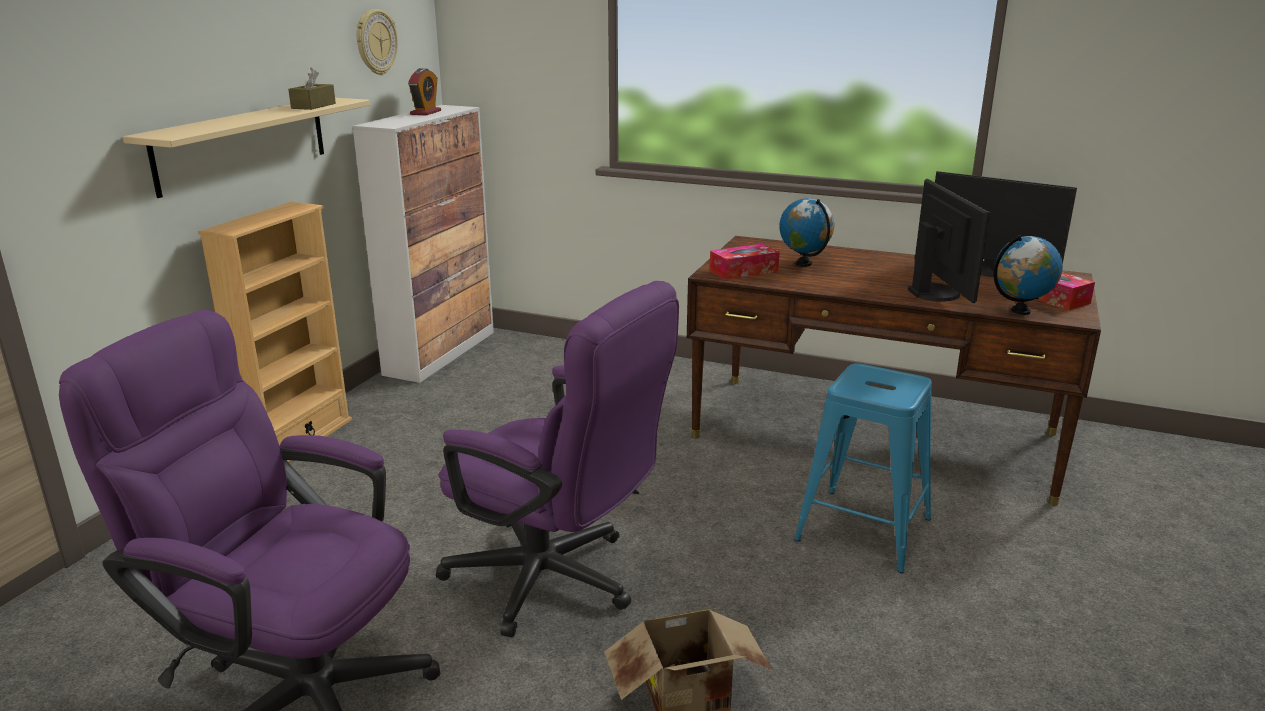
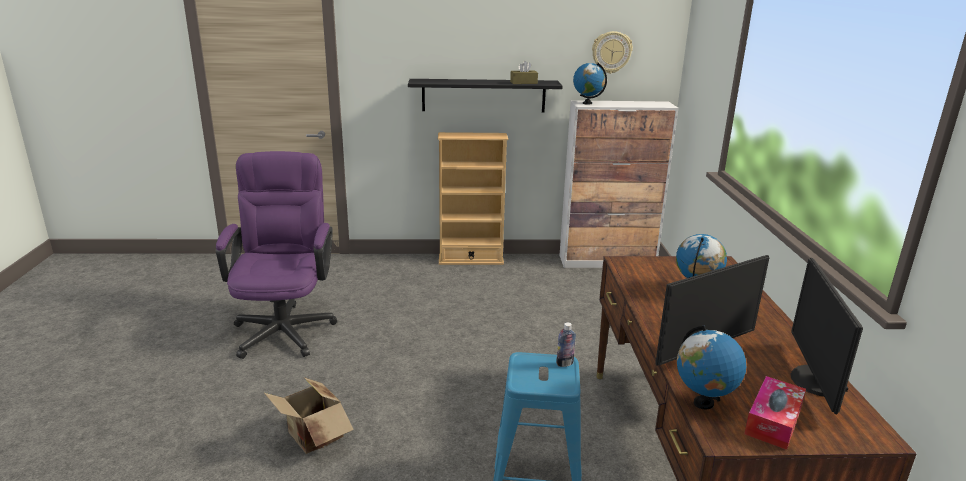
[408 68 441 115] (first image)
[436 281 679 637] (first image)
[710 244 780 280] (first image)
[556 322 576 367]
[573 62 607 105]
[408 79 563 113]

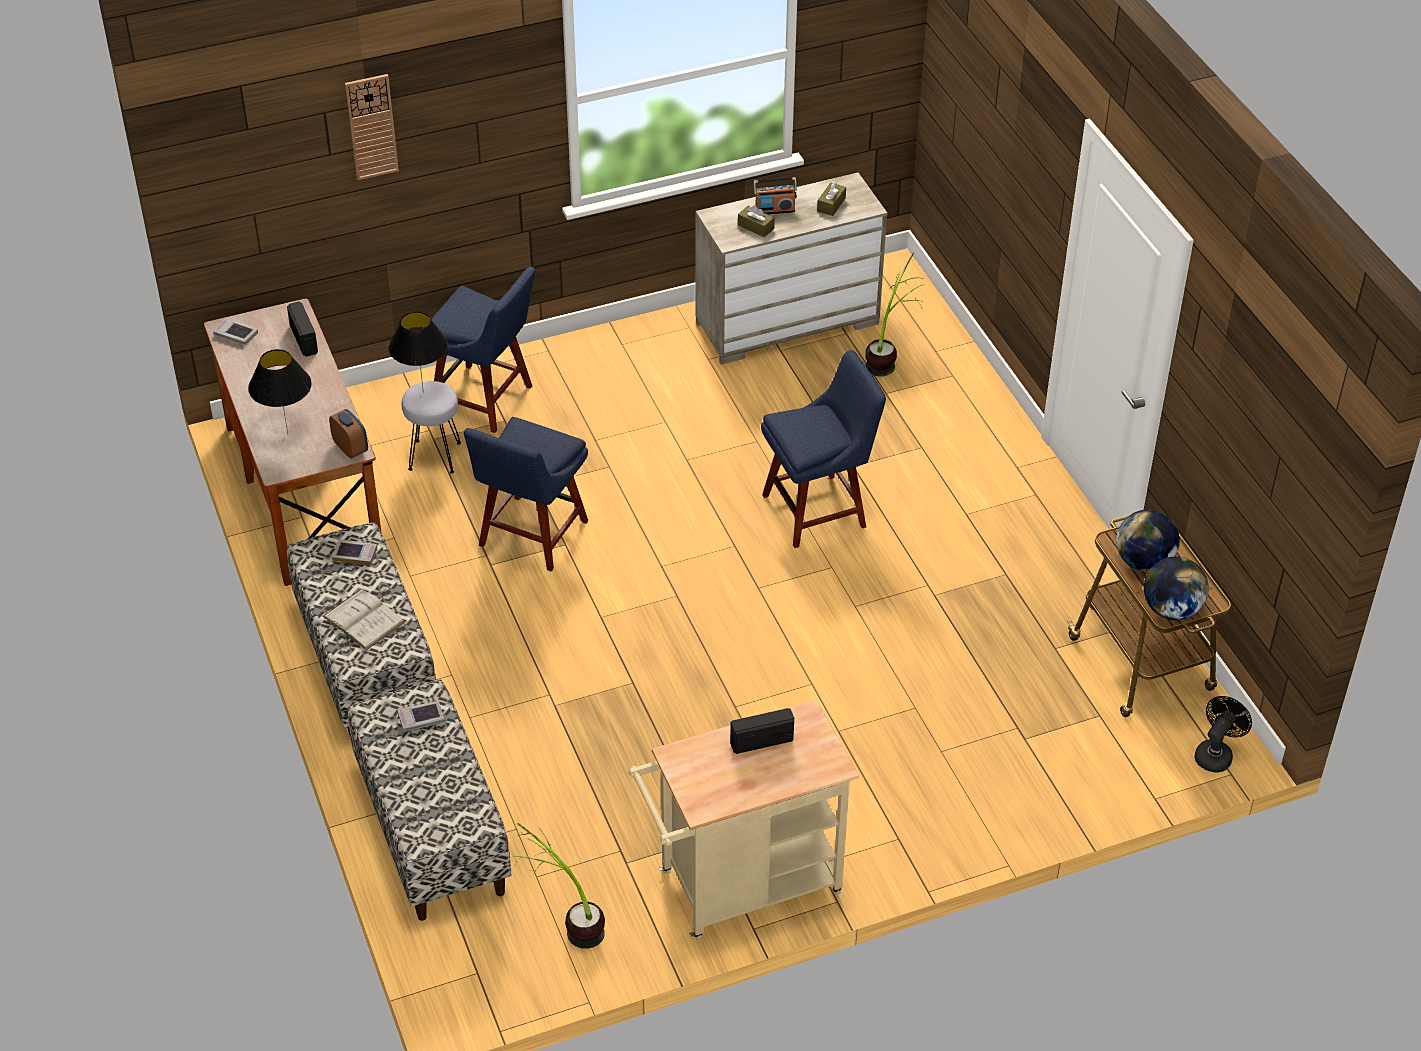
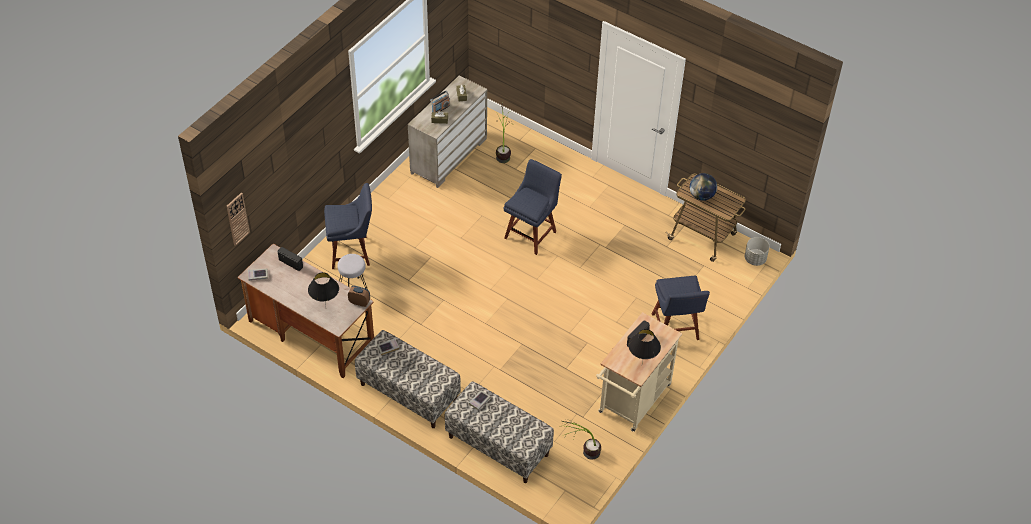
[322 589 405 650] (first image)
[1144 557 1209 620] (first image)
[227 192 250 246]
[628 329 661 363]
[652 276 710 340]
[745 237 769 266]

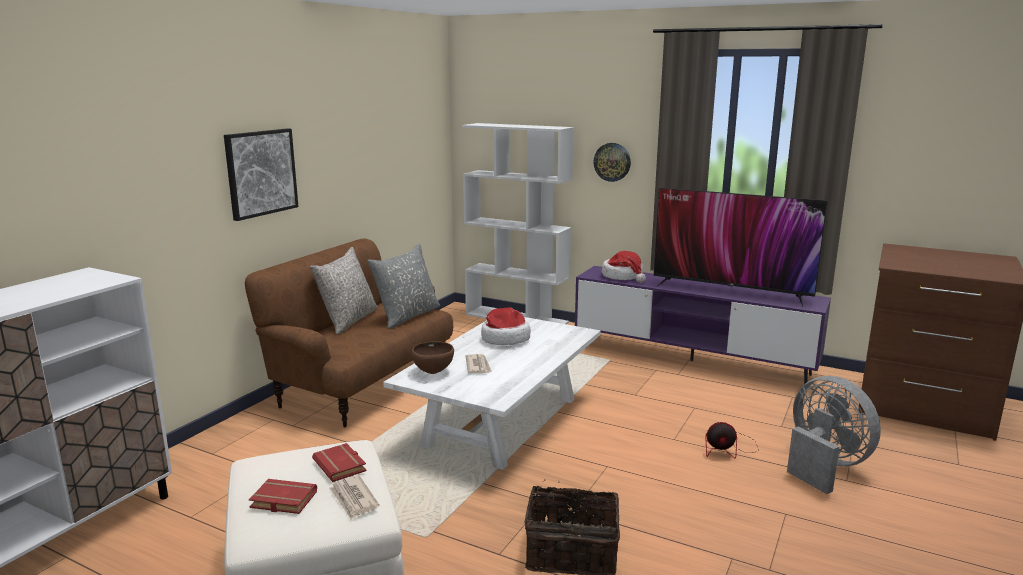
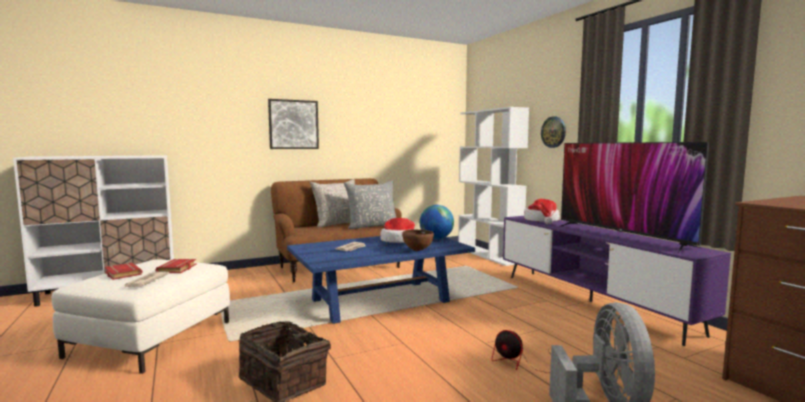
[419 205 454 239]
[402 230 434 251]
[287 236 475 324]

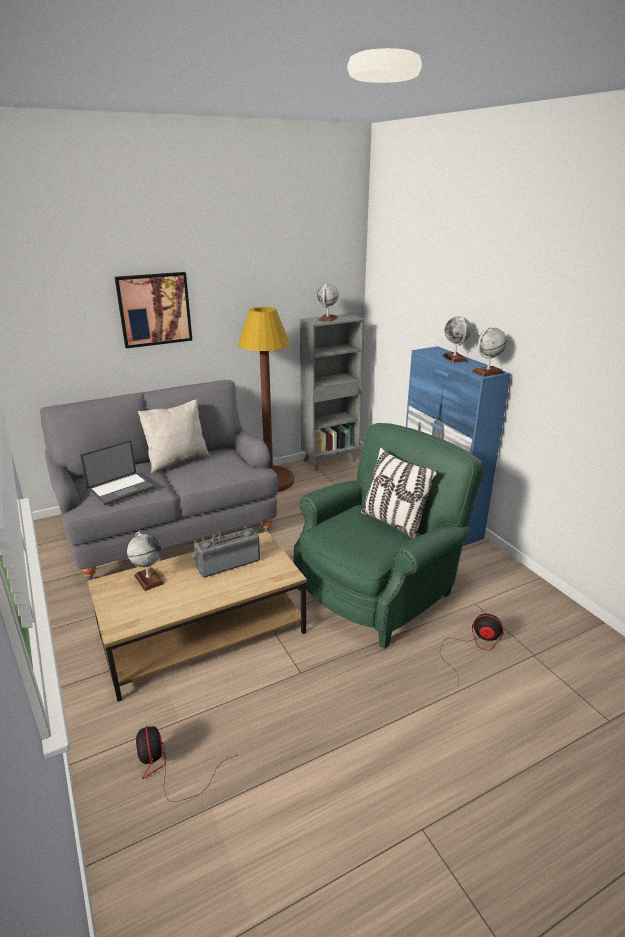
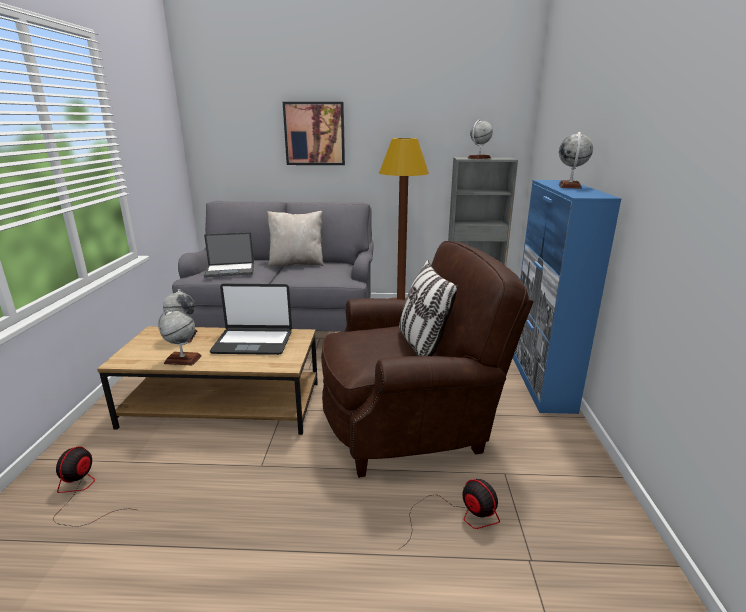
[158 310 202 365]
[210 284 292 355]
[321 241 534 478]

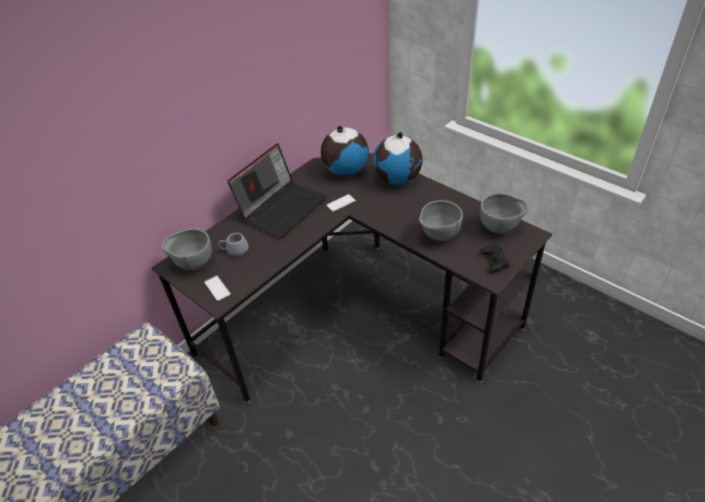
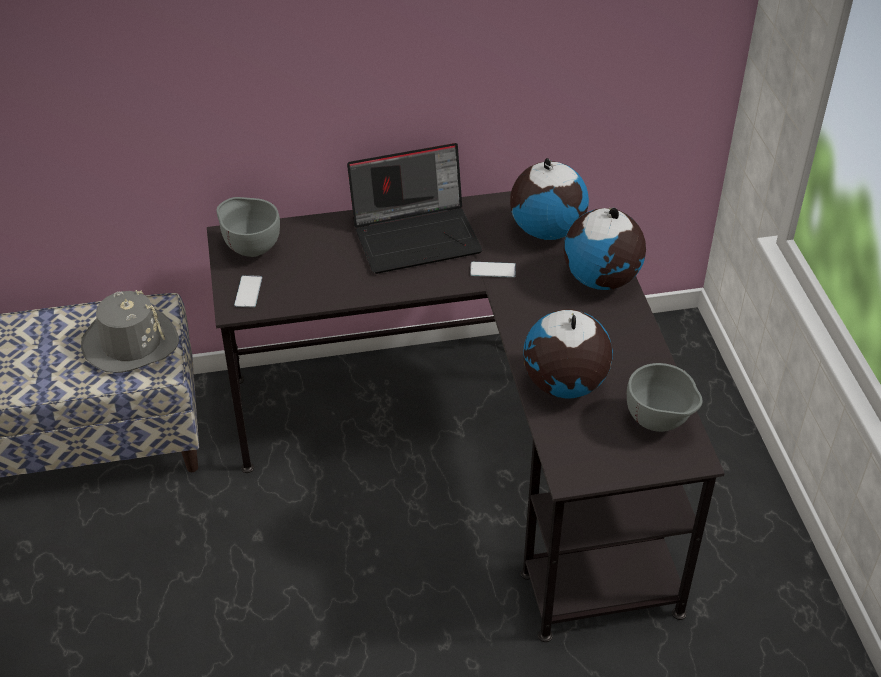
[218 233 249 256] (first image)
[480 245 510 273] (first image)
[81 290 179 373]
[523 309 613 398]

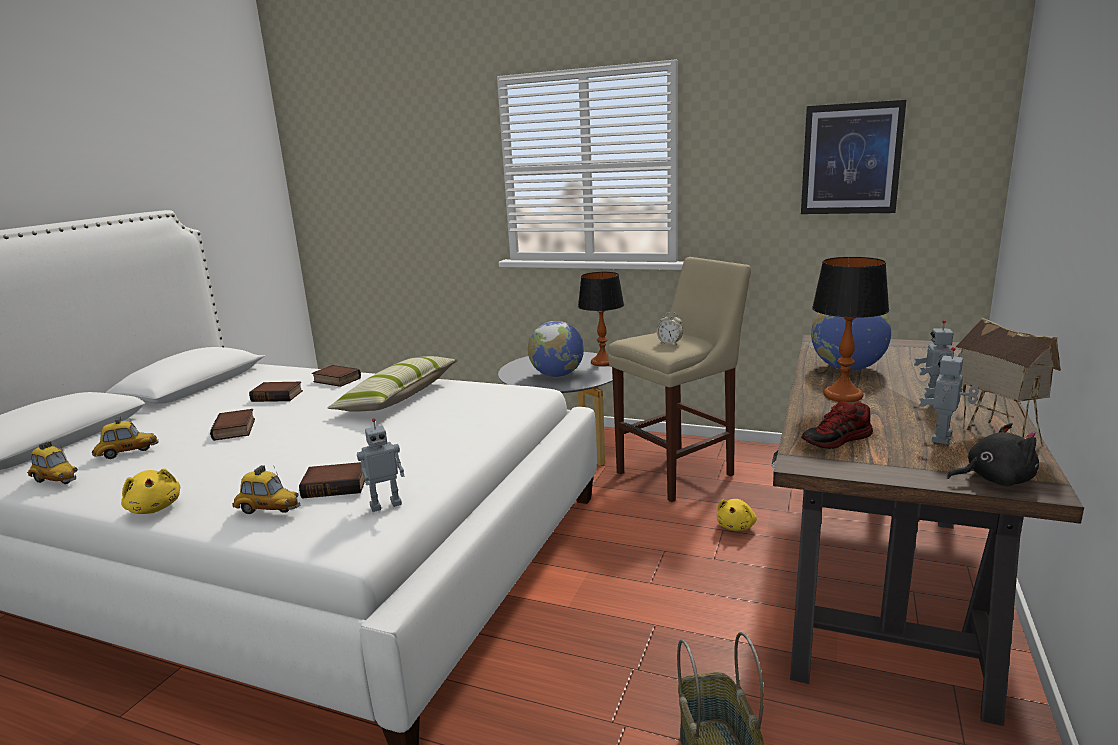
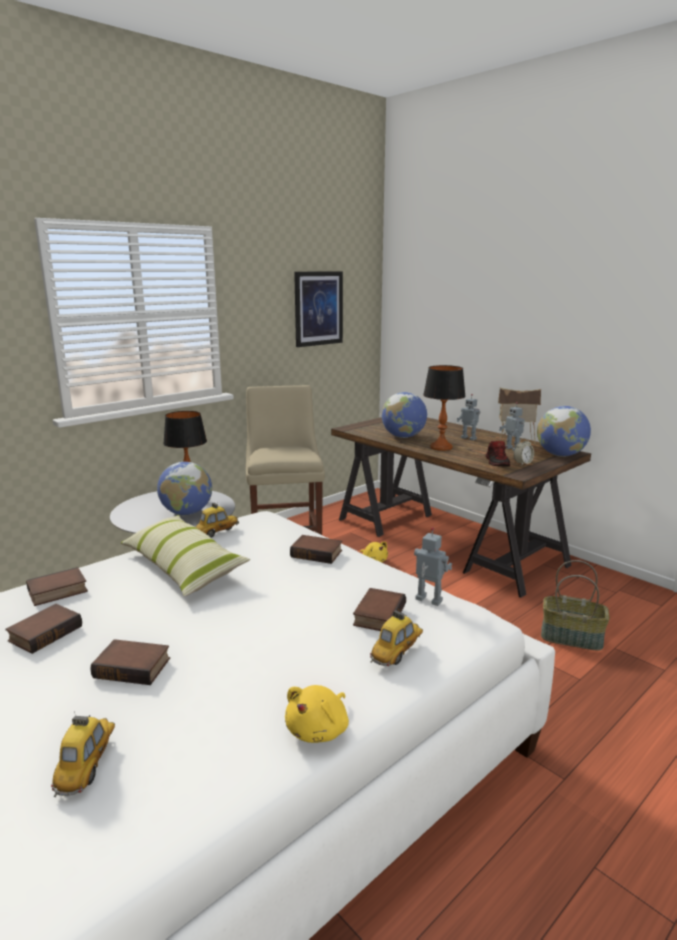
[290 535 342 564]
[196 502 239 538]
[514 438 534 466]
[537 406 591 457]
[285 685 349 743]
[414 527 452 606]

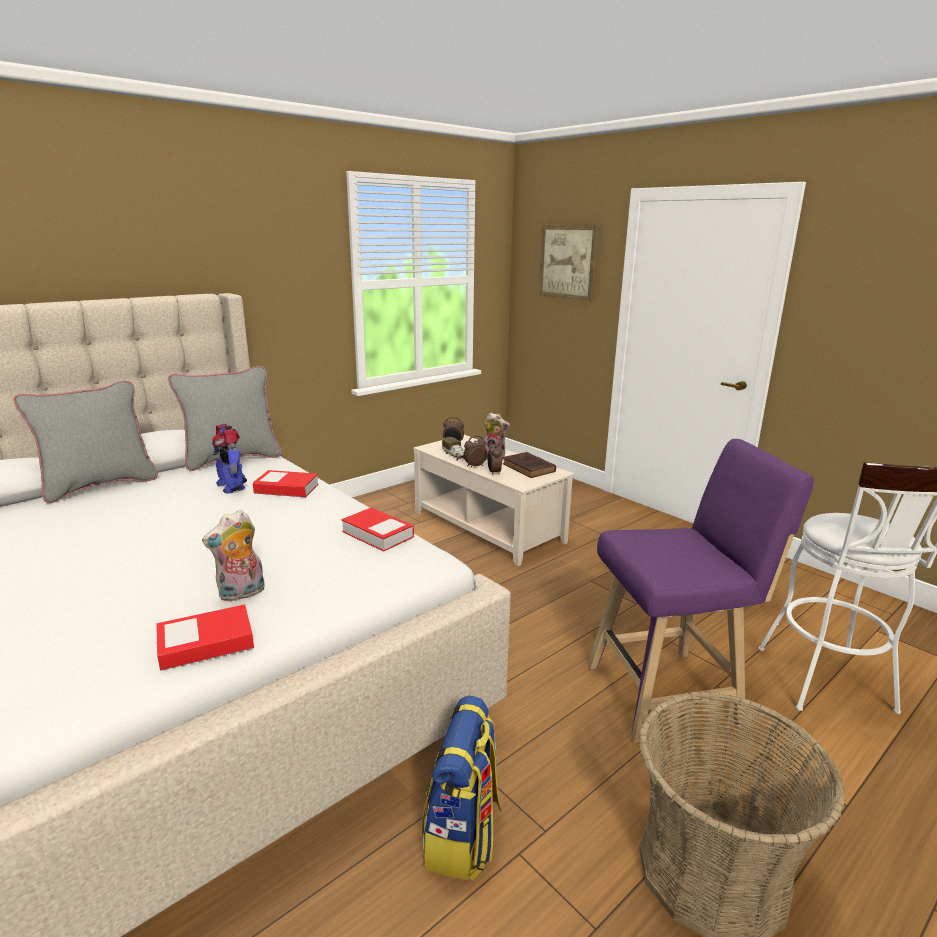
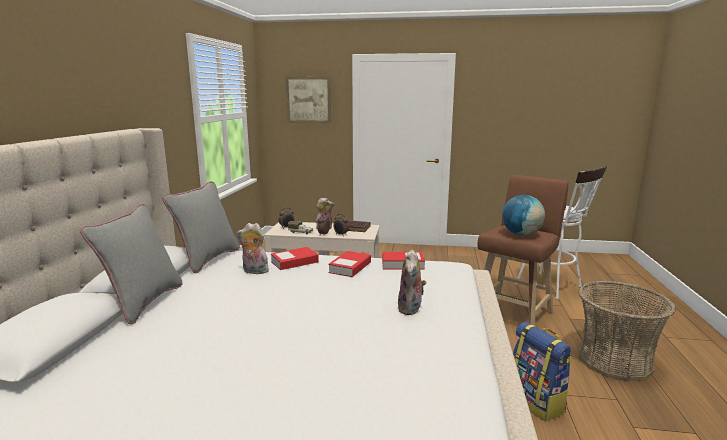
[502 195 545 235]
[328 251 371 277]
[237 223 269 274]
[478 175 568 325]

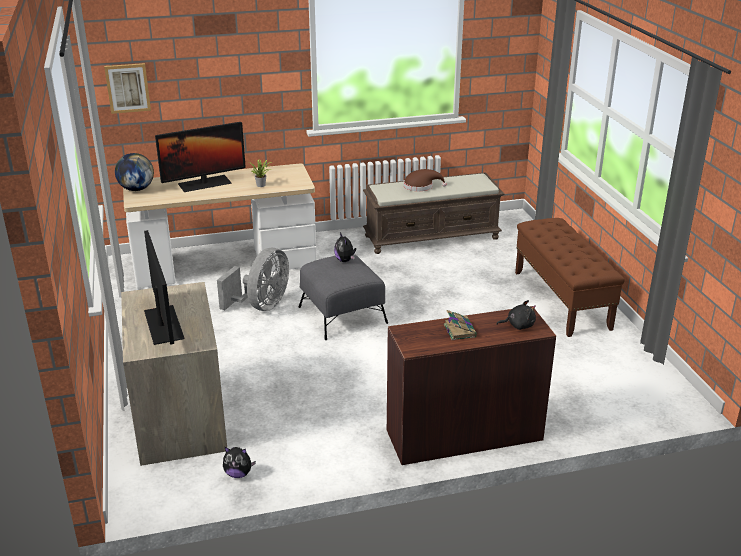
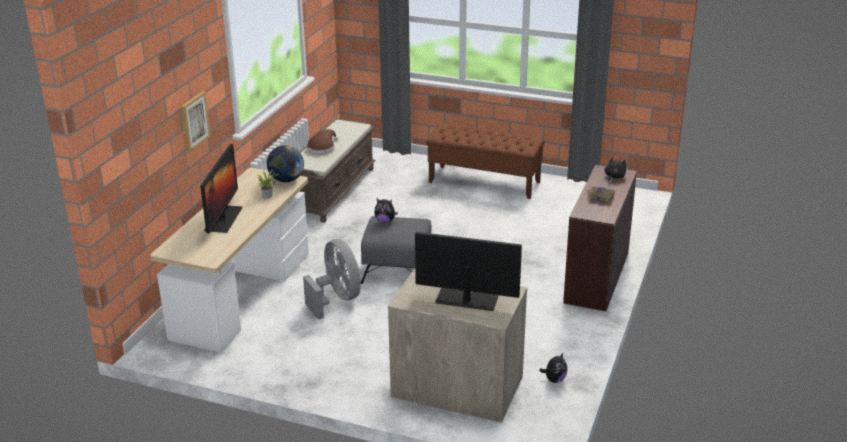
[181 91 211 152]
[267 145 304 182]

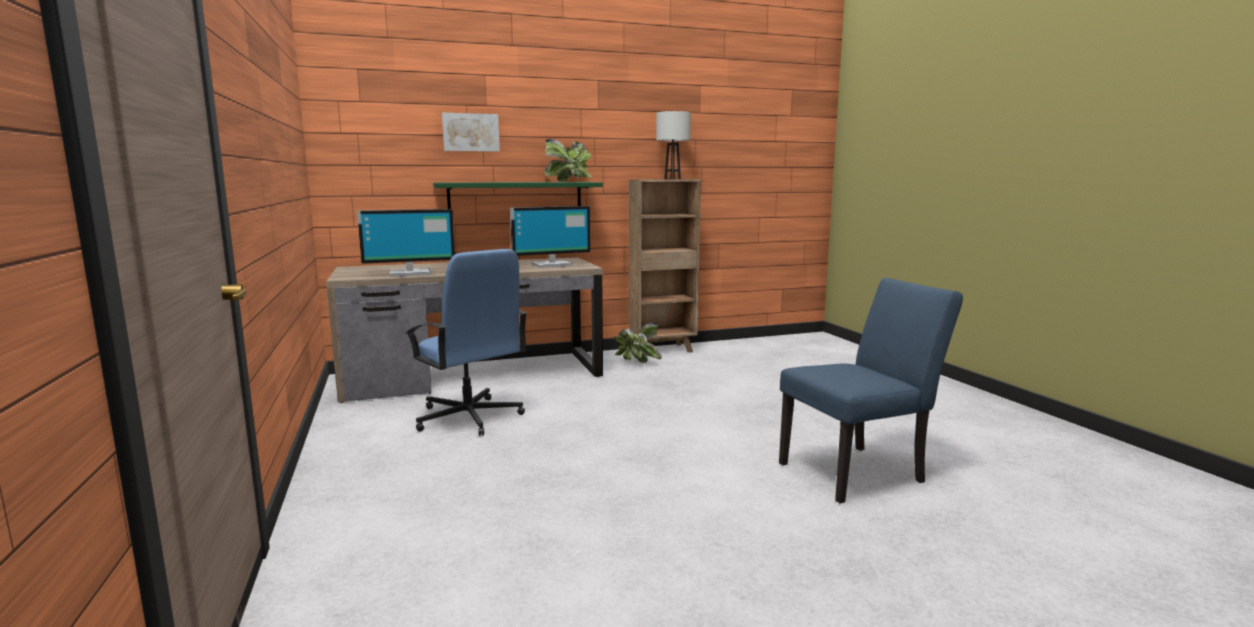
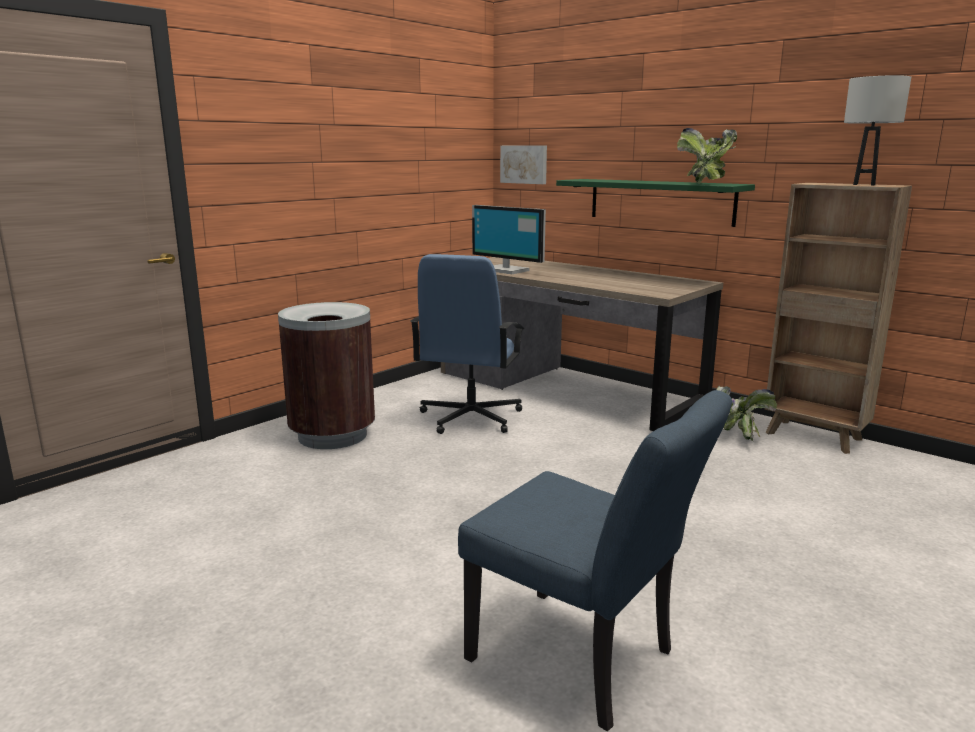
[510 206 591 268] (first image)
[278 302 375 449]
[500 145 547 184]

